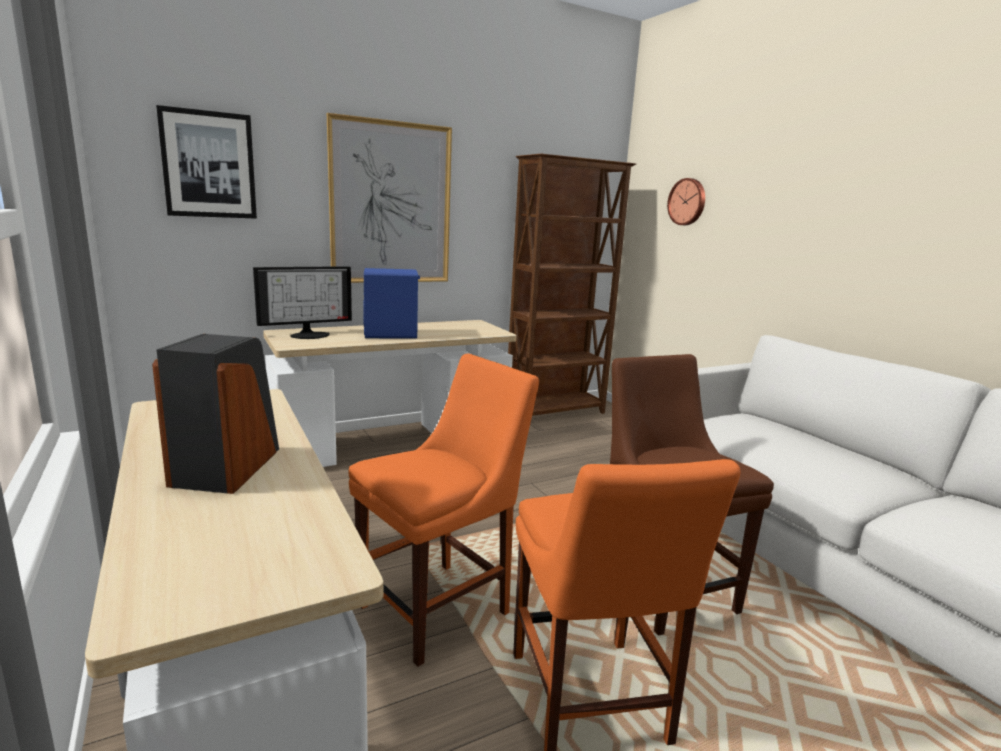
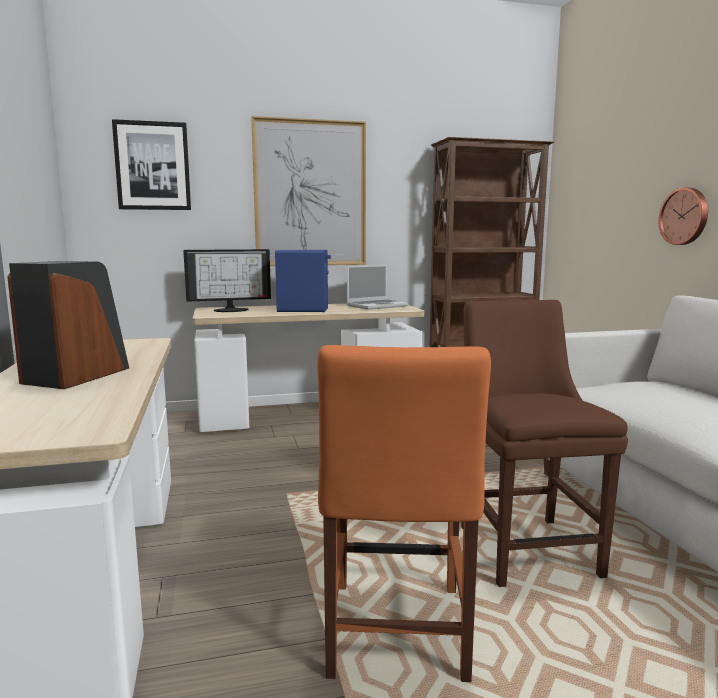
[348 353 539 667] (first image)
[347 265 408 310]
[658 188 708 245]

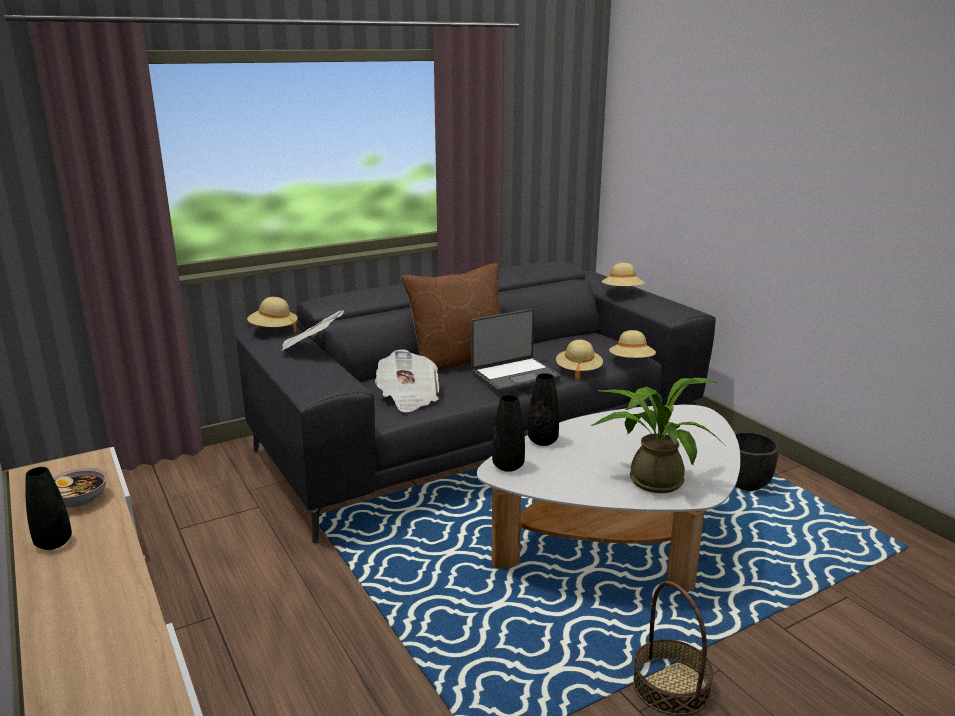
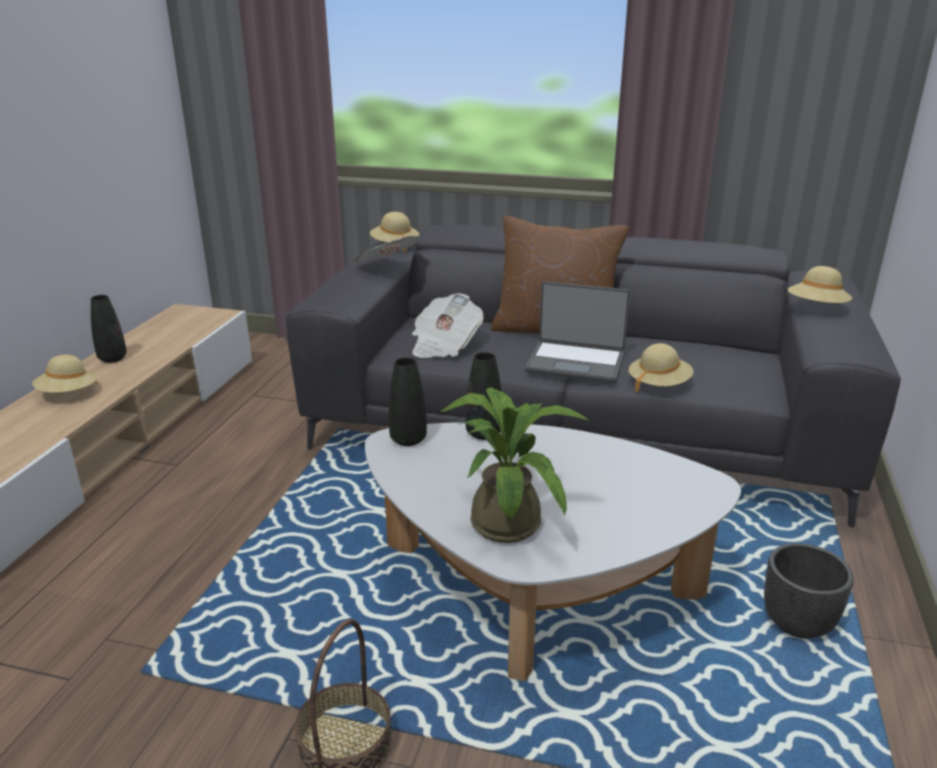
[53 468 108 507] (first image)
[32 355 97 393]

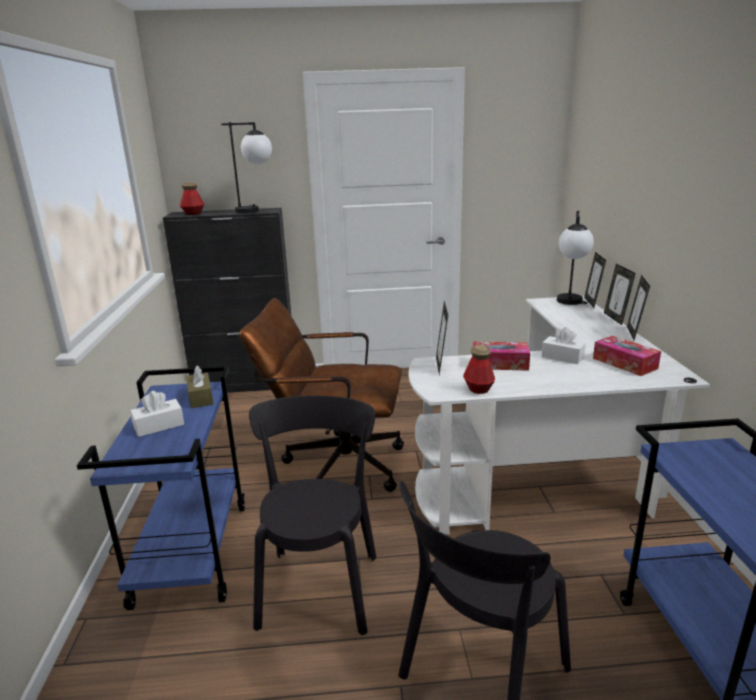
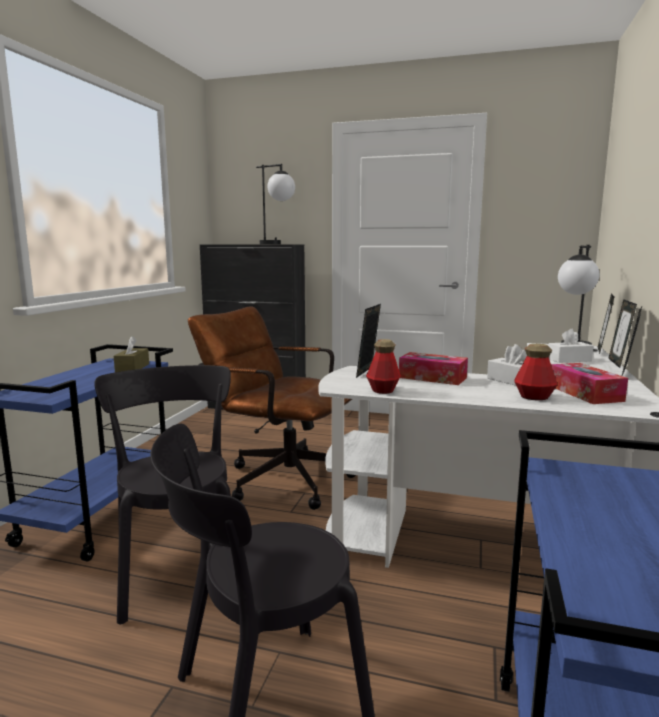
[549 329 594 363]
[514 344 558 400]
[94 365 231 624]

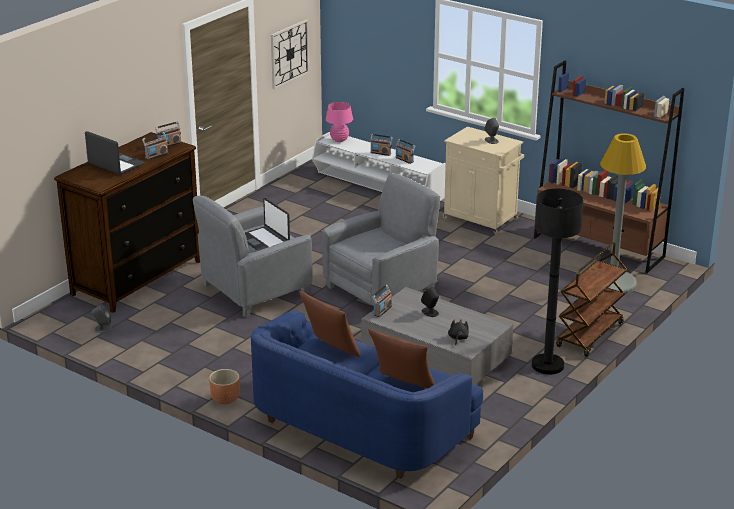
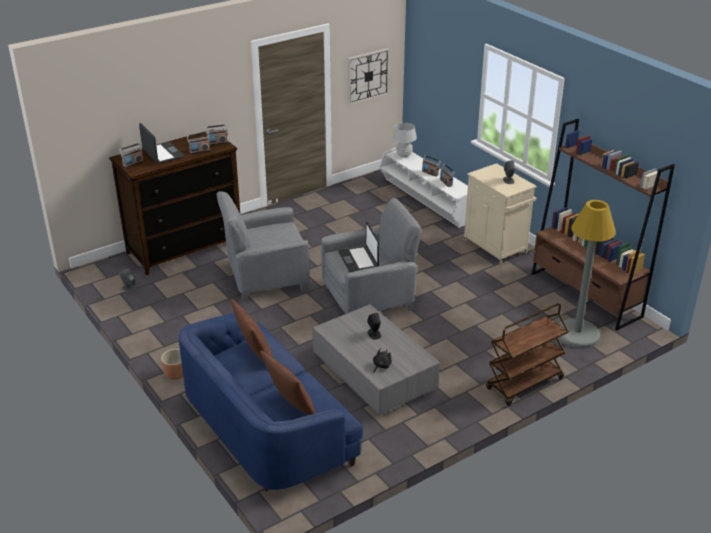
[532 188 583 375] (first image)
[338 222 379 272]
[119 143 144 168]
[393 123 417 157]

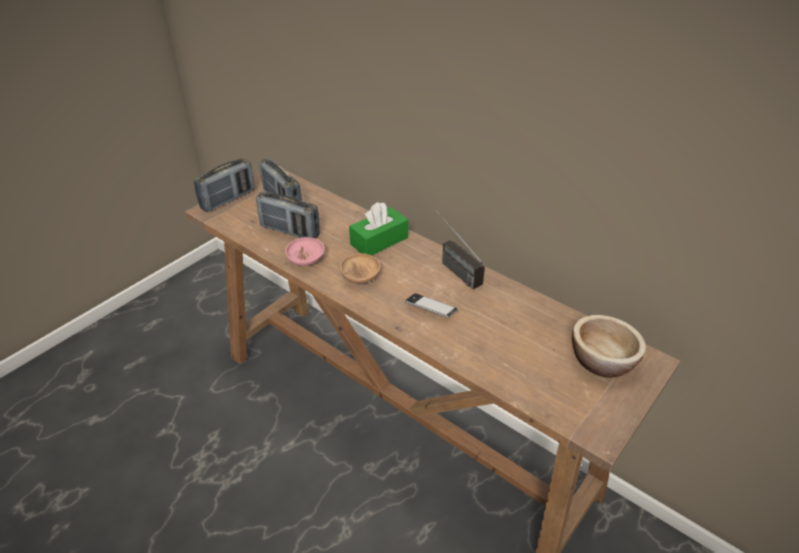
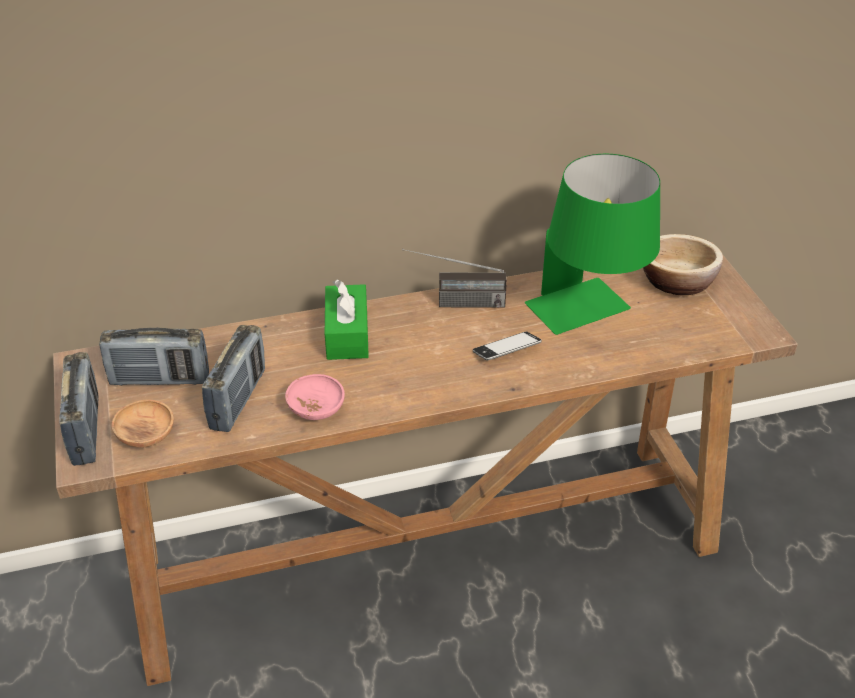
[525 154 660 335]
[112 400 174 448]
[202 325 265 432]

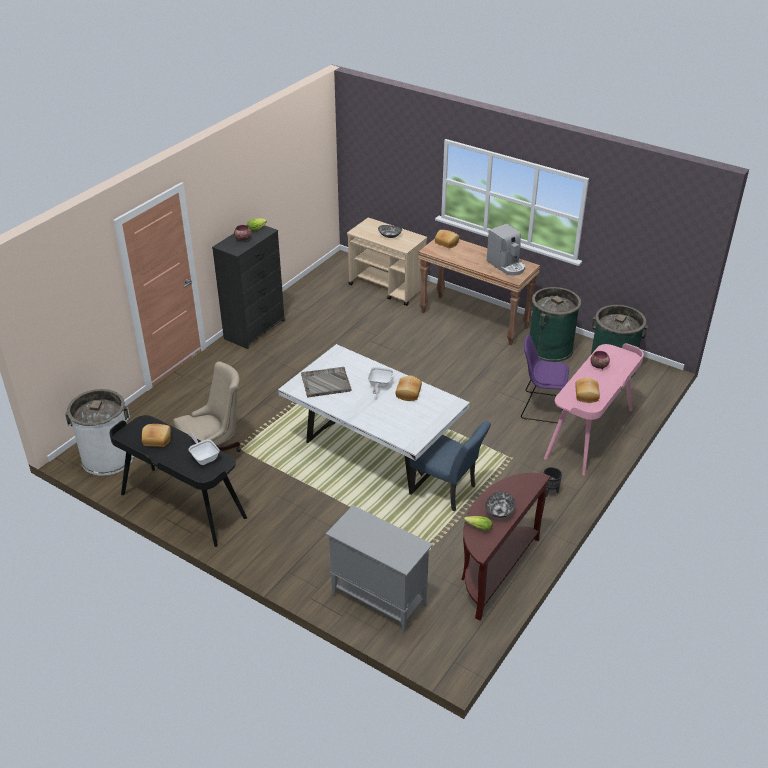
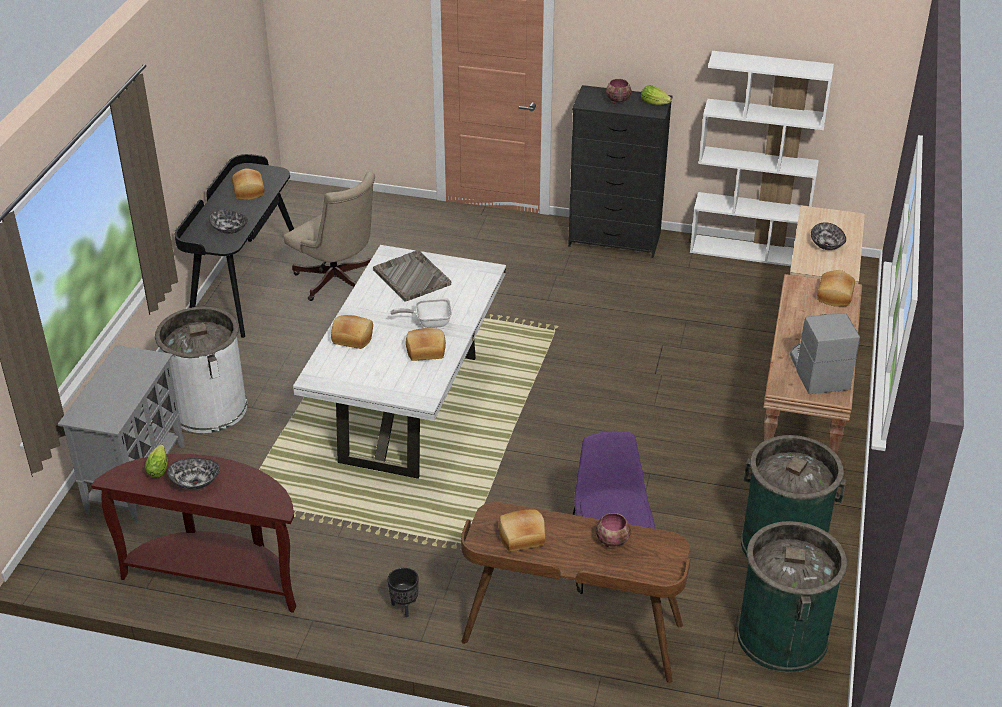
[409 421 491 511] (first image)
[331 315 373 349]
[690 51 834 266]
[155 307 248 433]
[209 210 248 234]
[461 502 690 683]
[790 313 860 394]

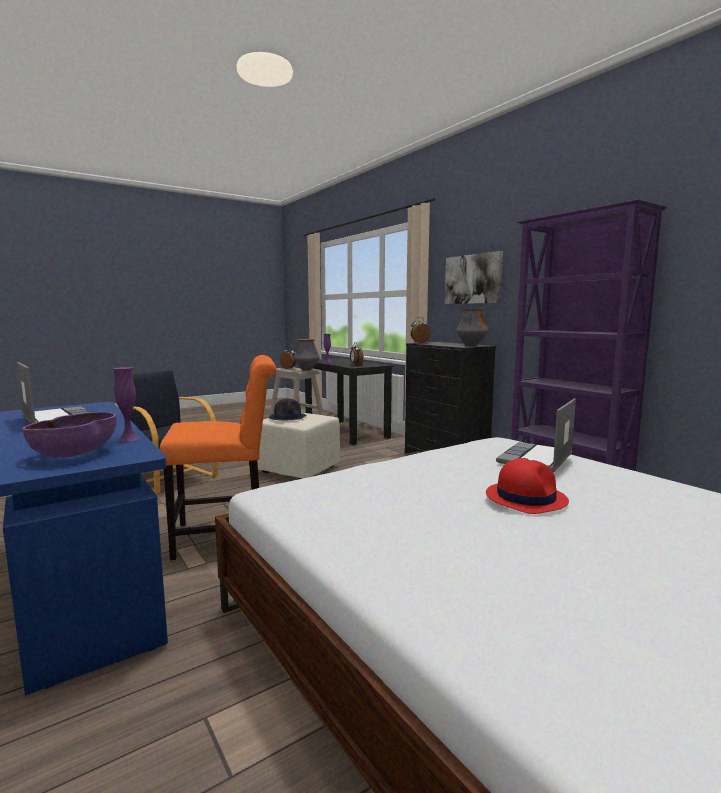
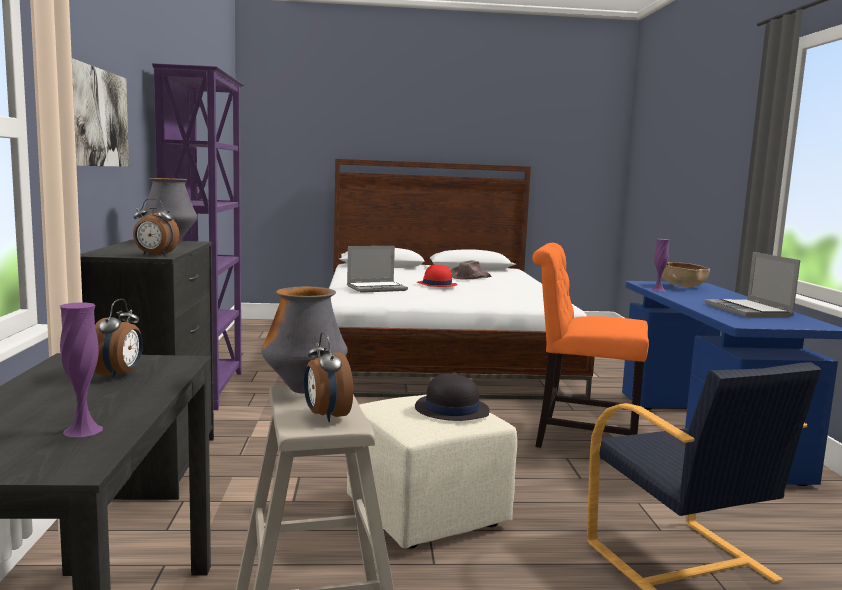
[450 260 492 280]
[662 262 710 287]

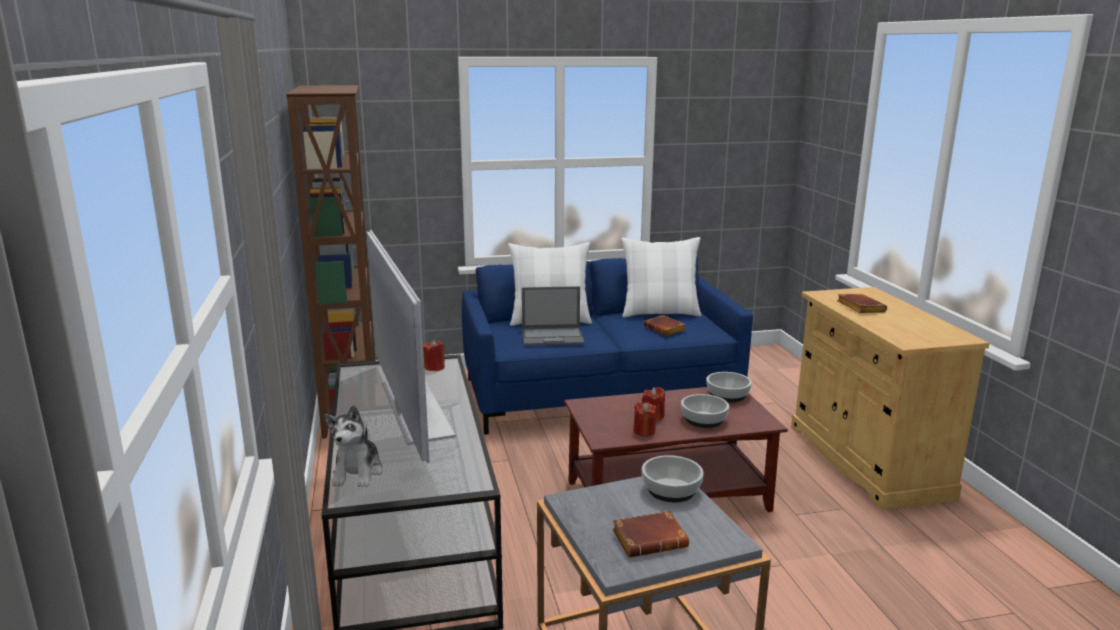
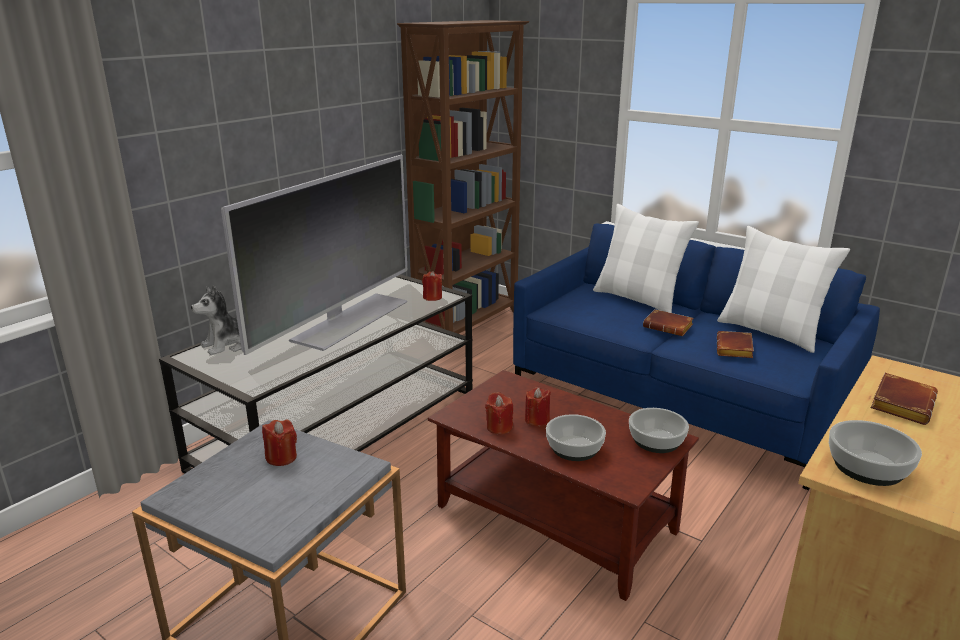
[522 286 584 346] (first image)
[262 419 297 466]
[643 309 694 336]
[829 420 922 486]

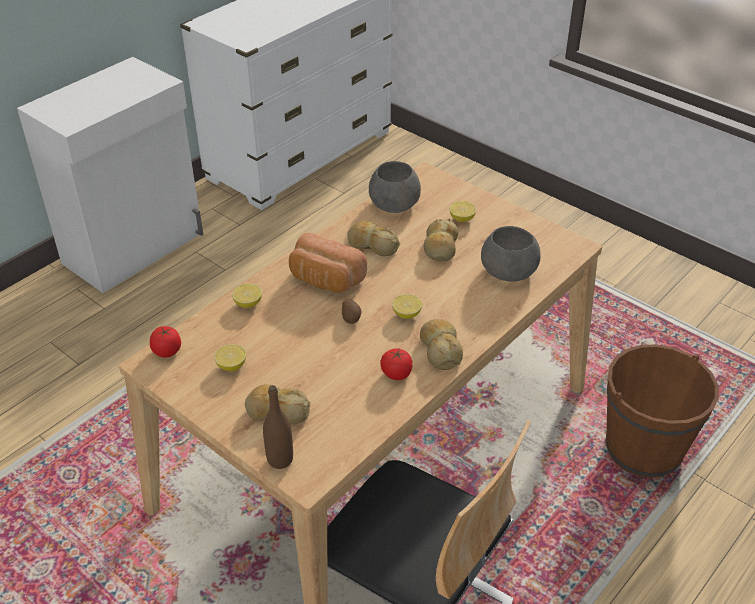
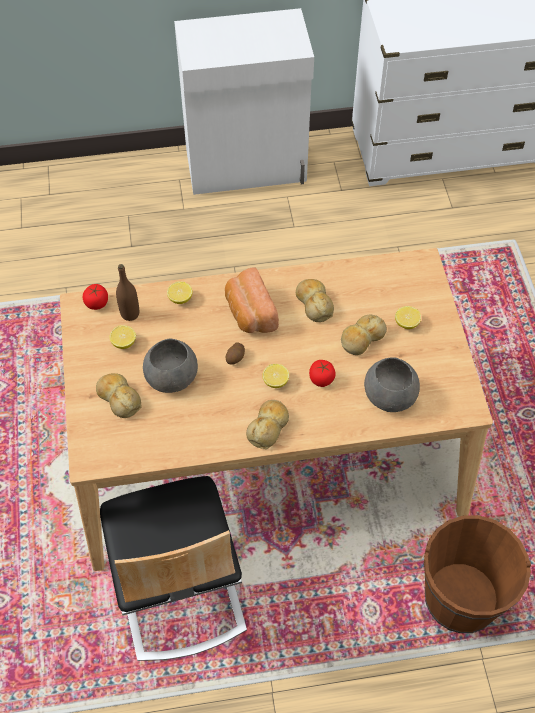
[116 264 139 321]
[143 339 198 393]
[309 360 335 387]

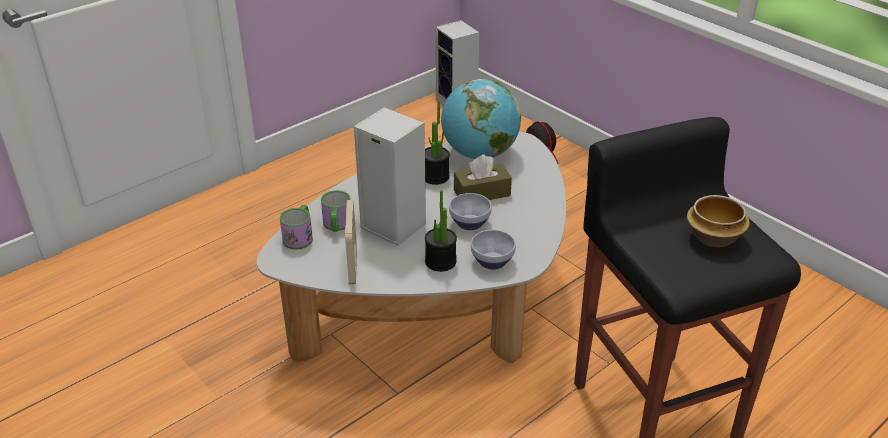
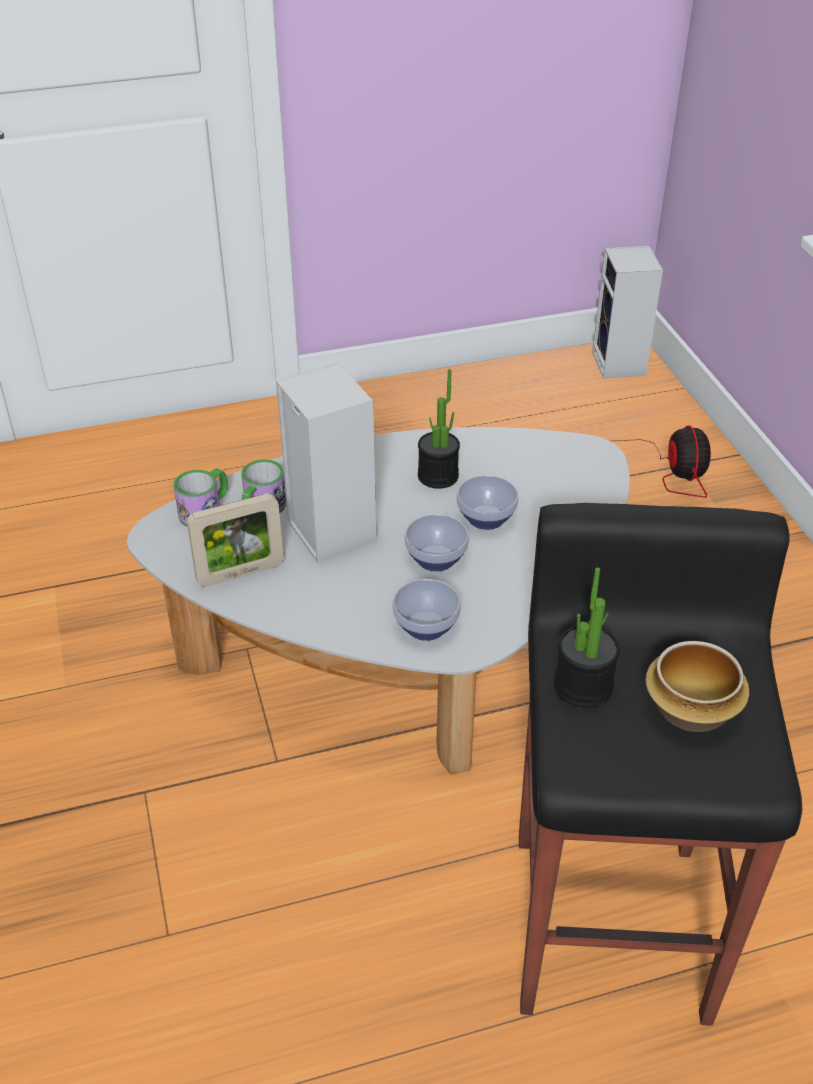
[441 79 521 159] (first image)
[554 568 620 708]
[457 475 518 530]
[187 493 284 587]

